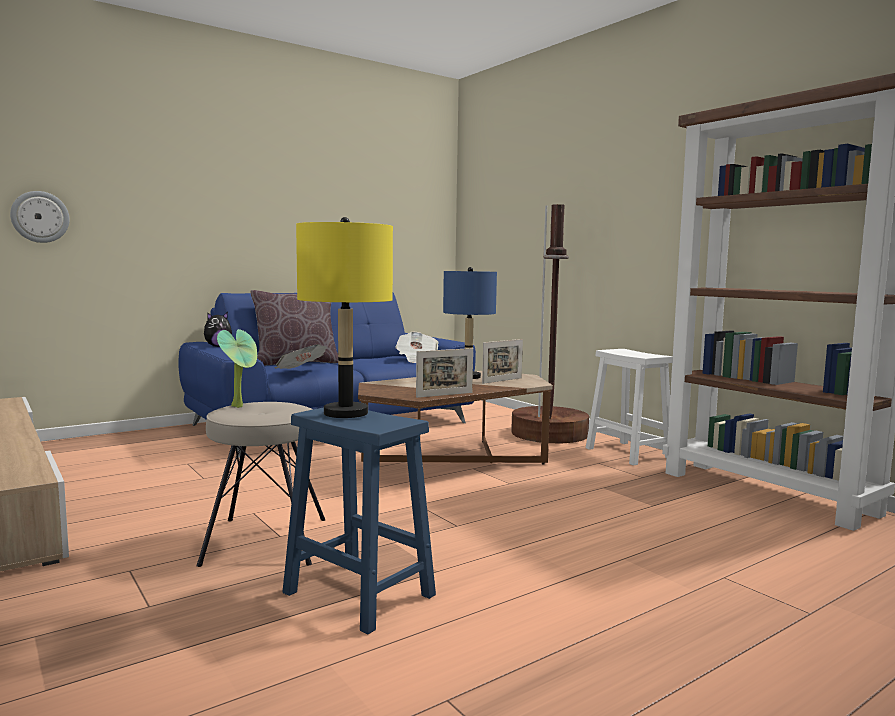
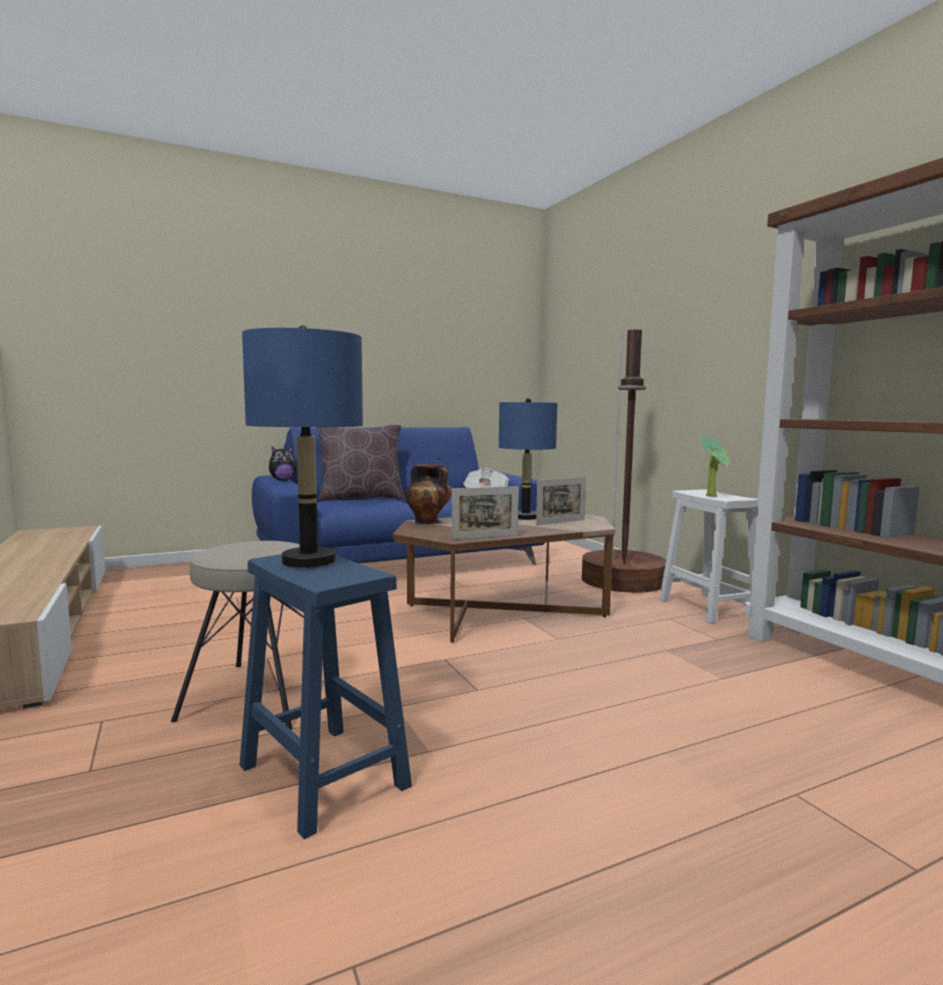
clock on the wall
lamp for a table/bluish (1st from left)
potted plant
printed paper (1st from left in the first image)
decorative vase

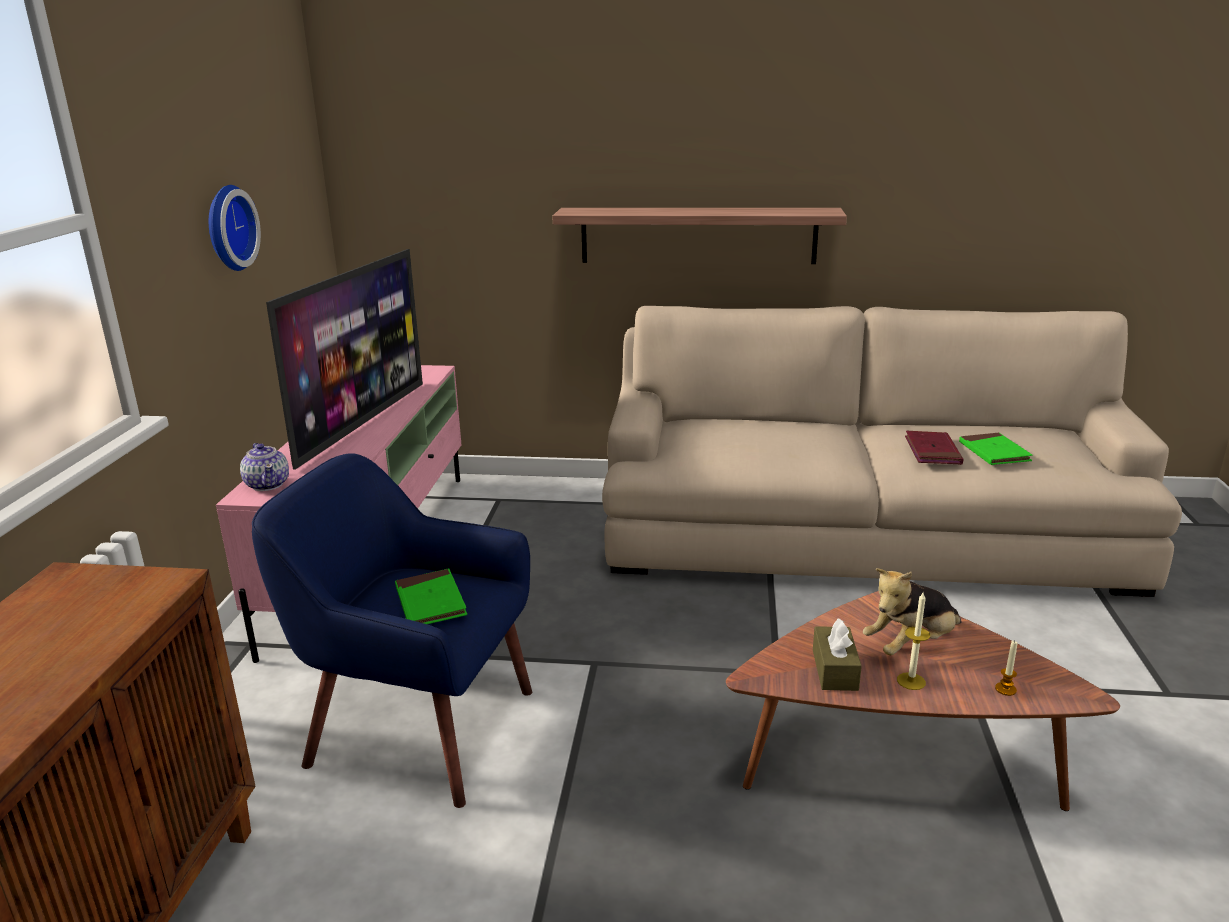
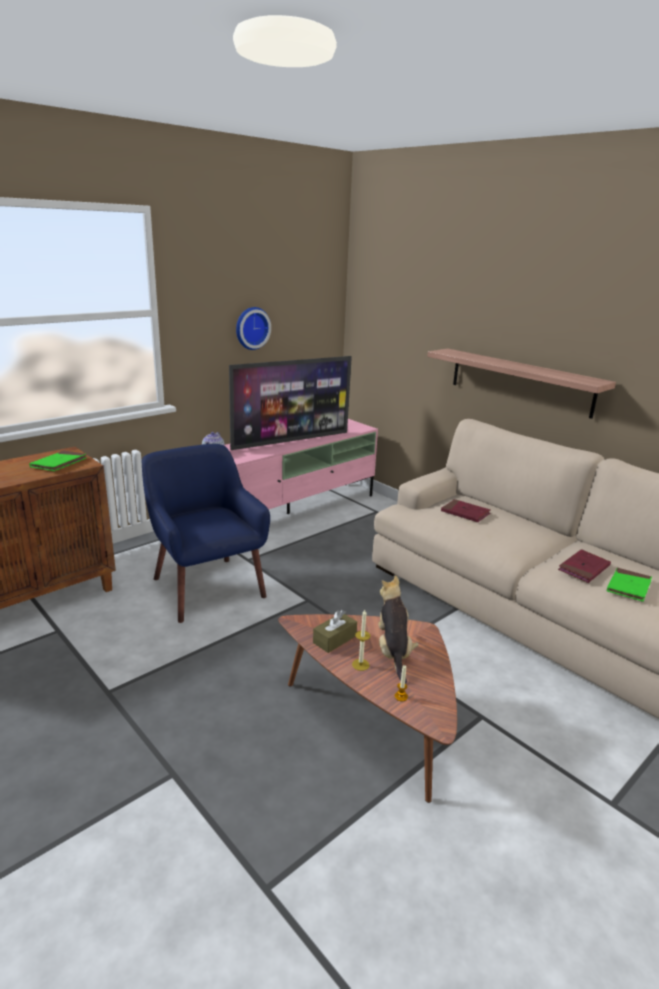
volume/green (1st from left)
cuddly toy
volume/red-coloured (1st from left)

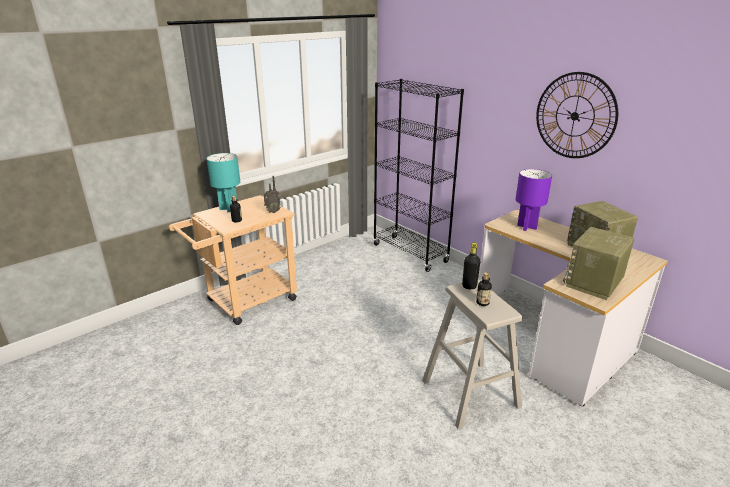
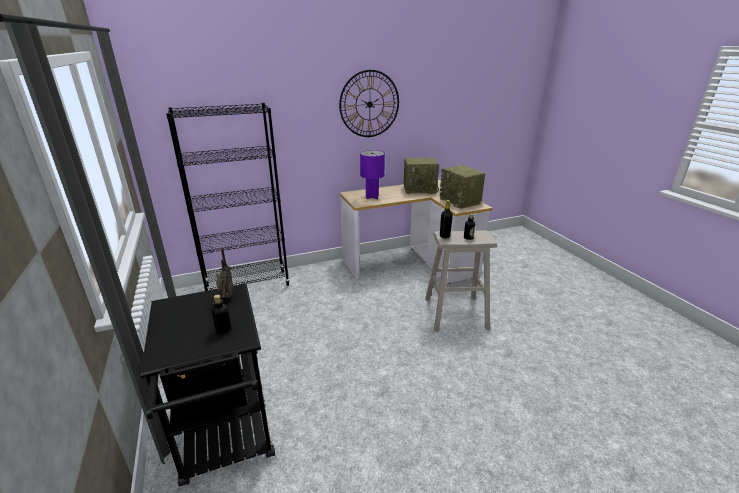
lamp for a table/turquoise
wheeled cart/black

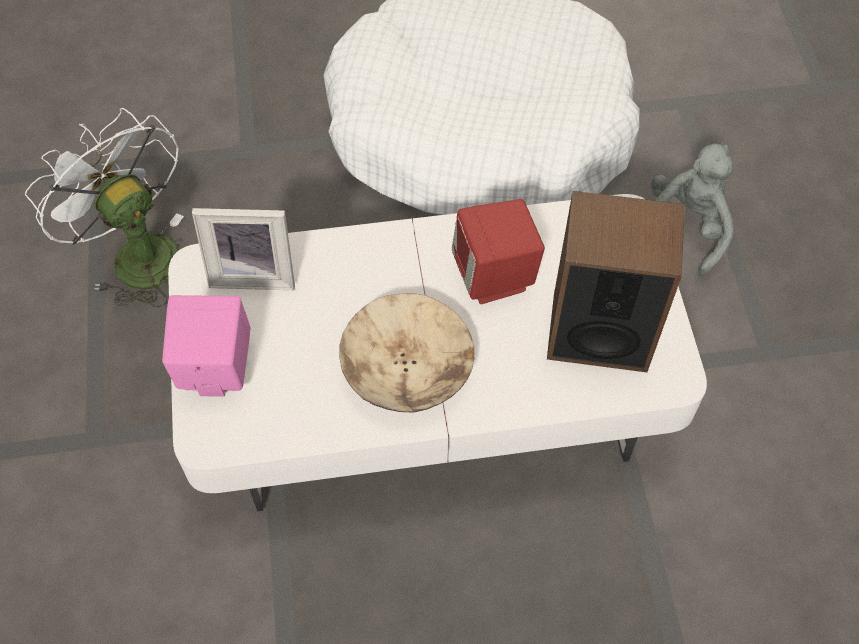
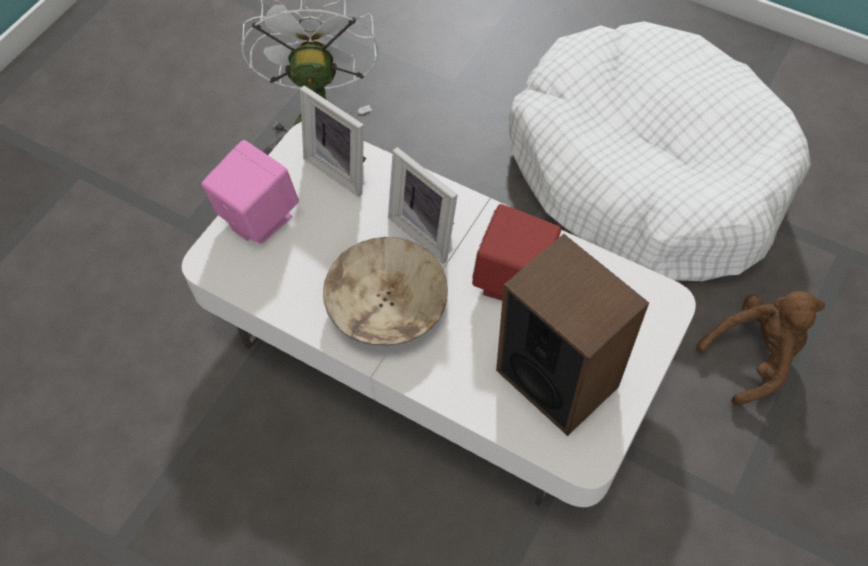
cuddly toy/brownish
standing frame (2nd from left)

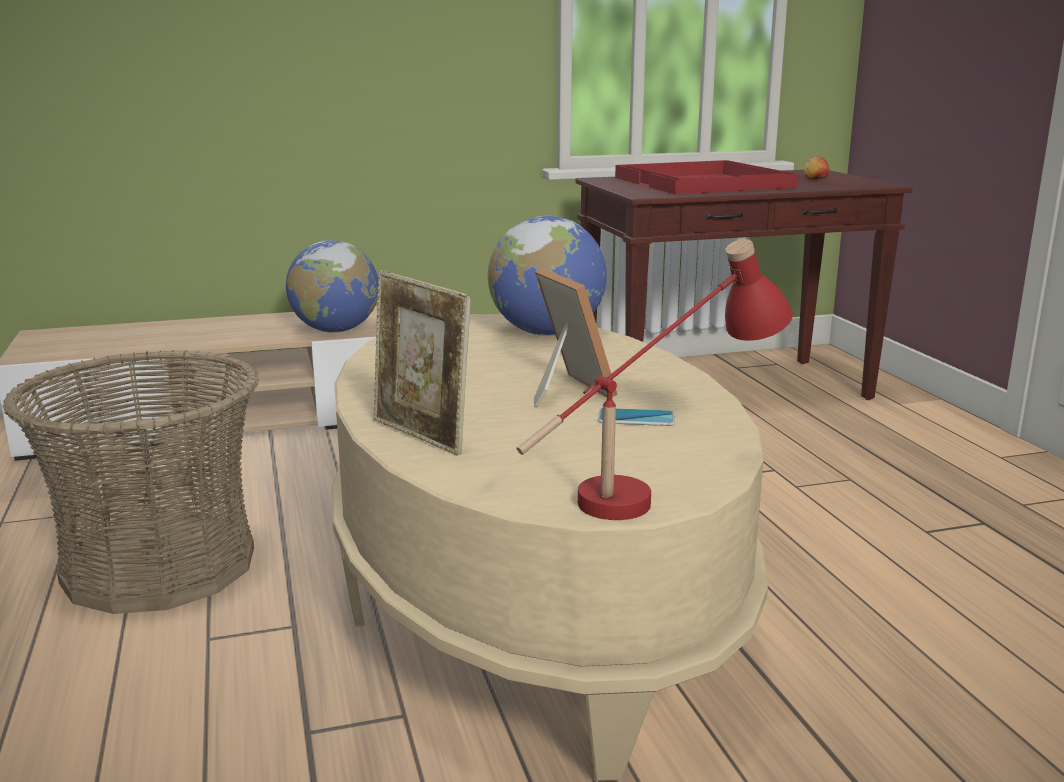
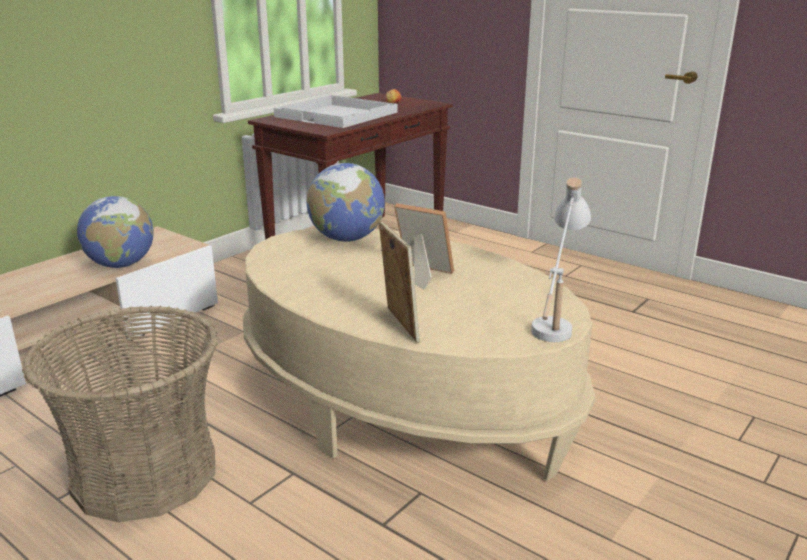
tray/white-coloured
lamp for a table/white-coloured
standing frame (1st from left)
handset

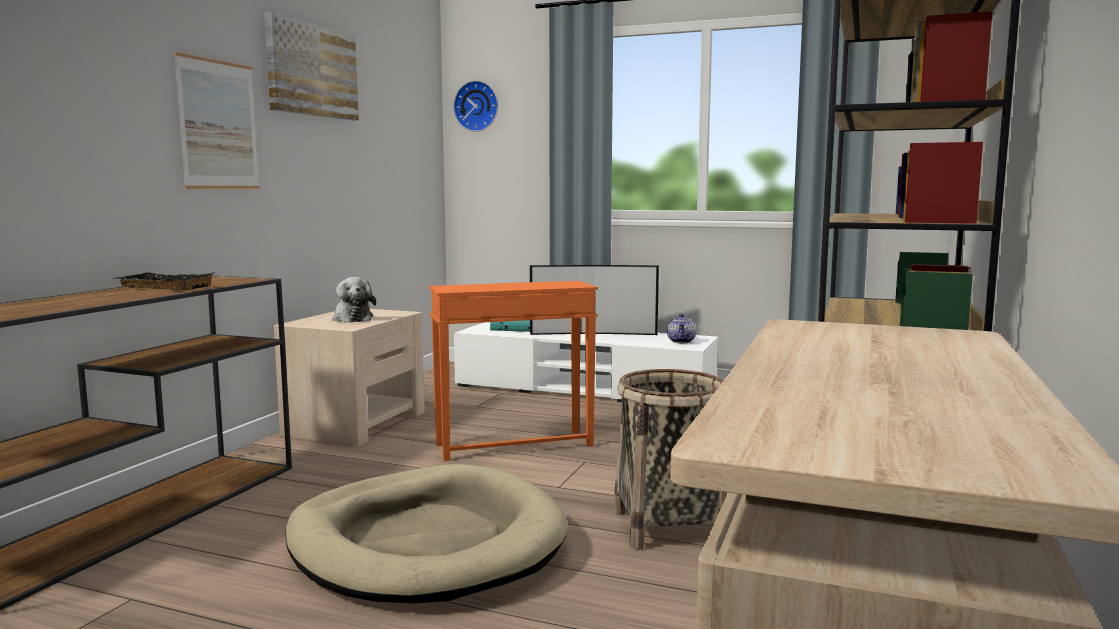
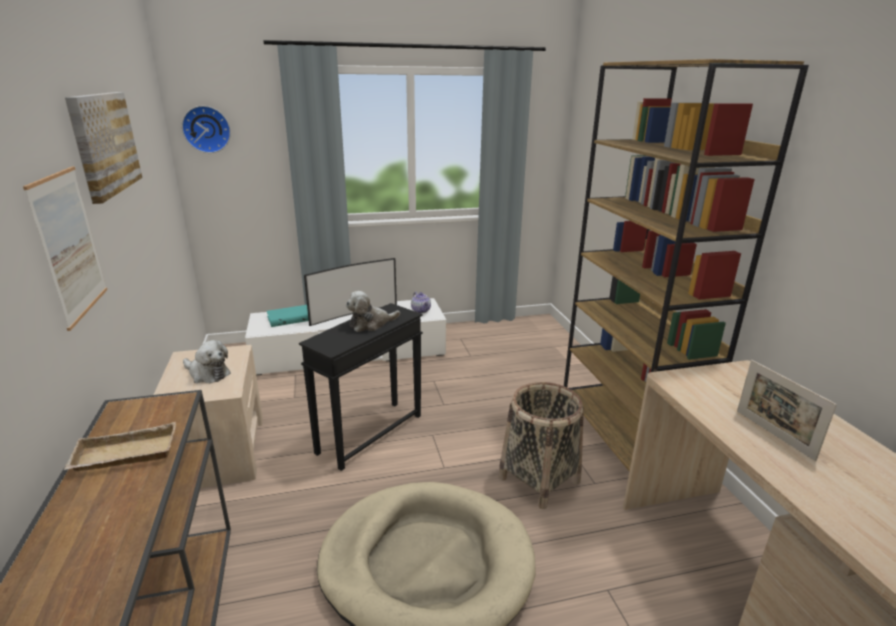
tray/beige
accent table/black
cuddly toy (2nd from left)
standing frame

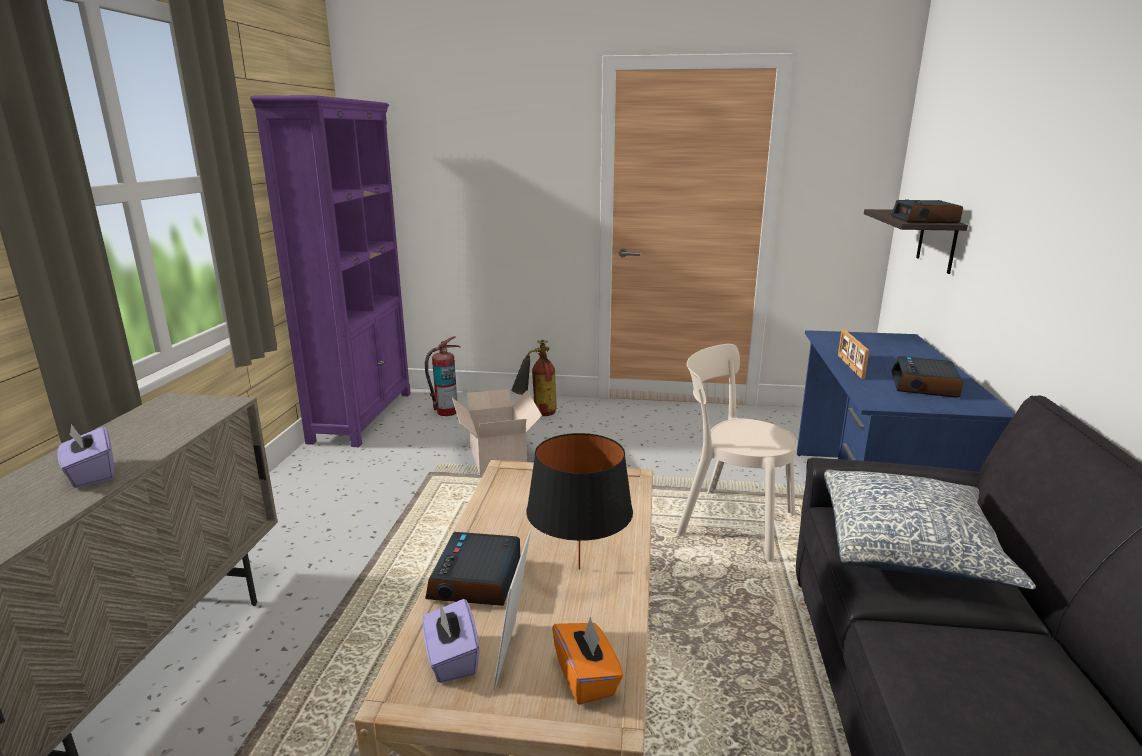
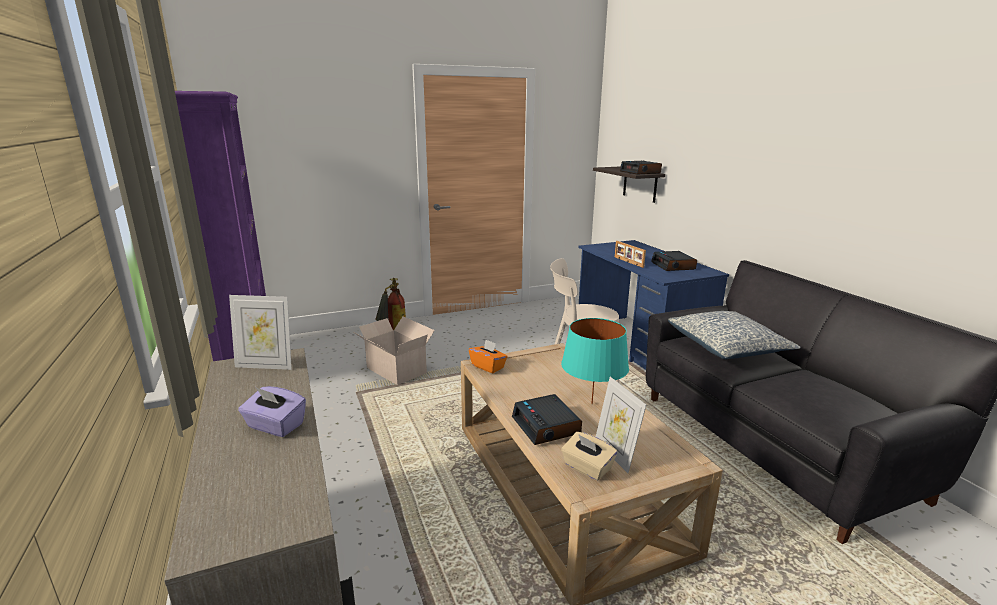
extinguisher (1st from left in the first image)
lamp for a table/turquoise
box of tissues/beige
box of tissues/orange
standing frame (1st from left)

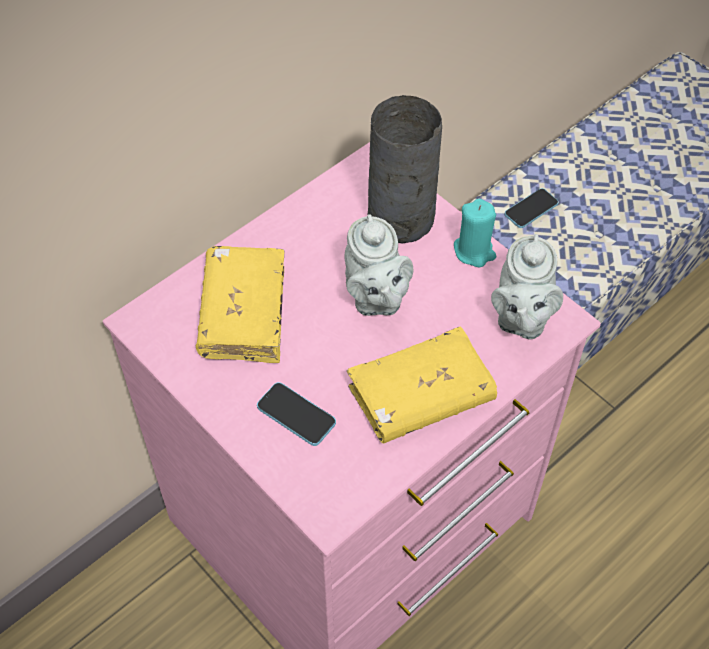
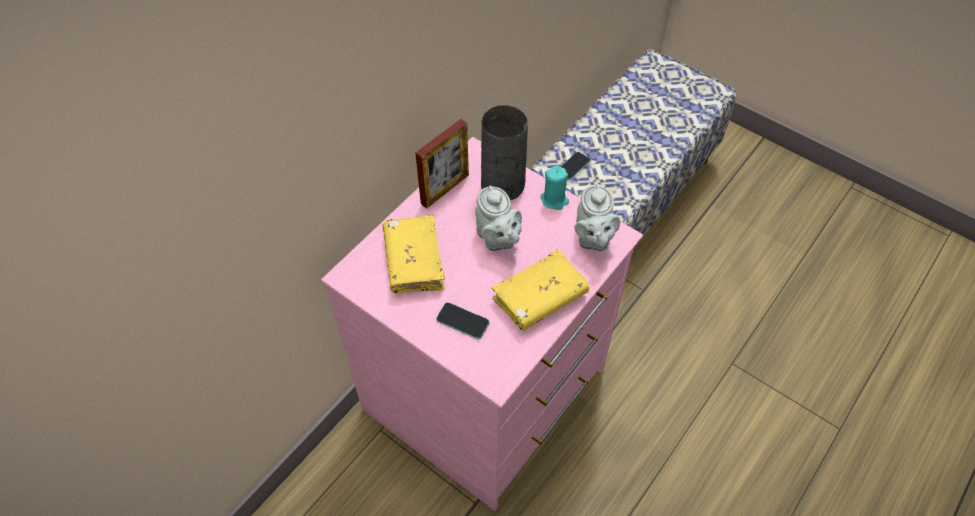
standing frame

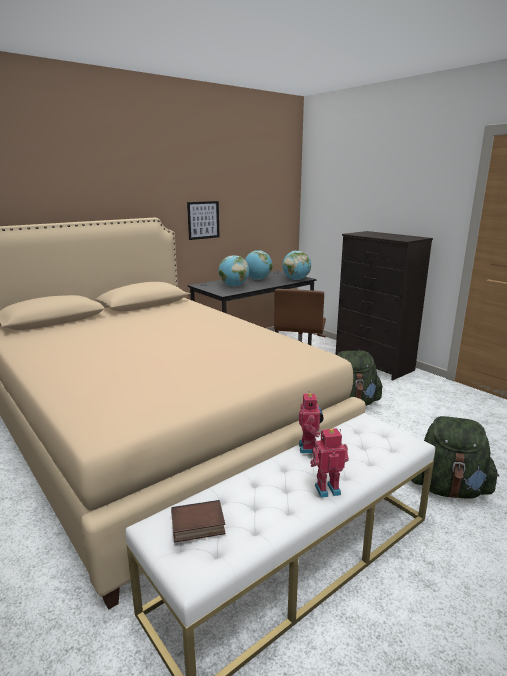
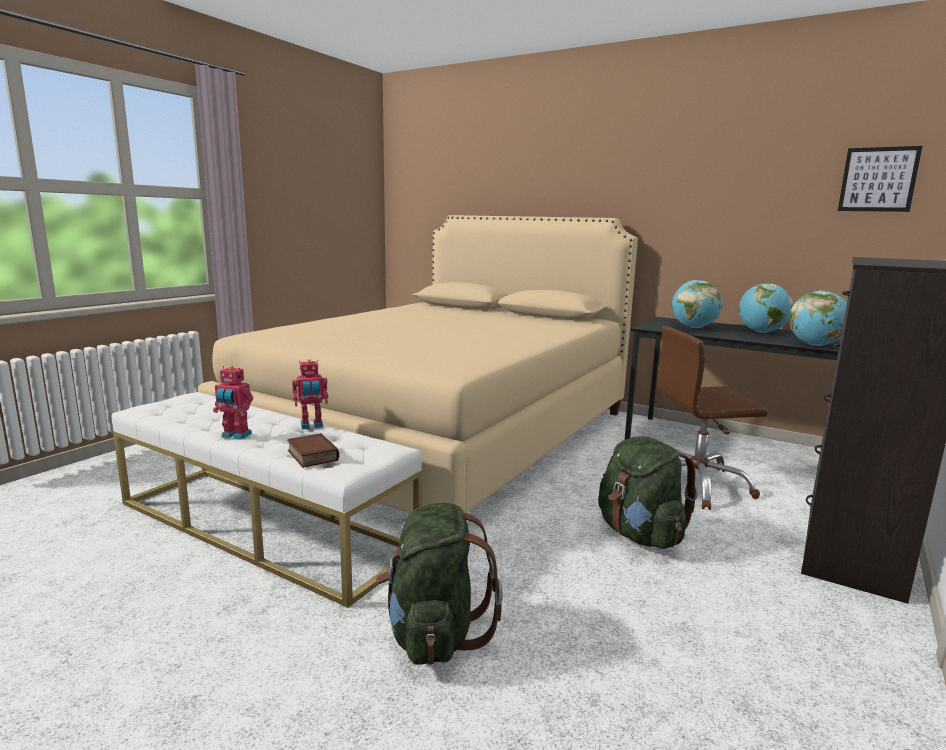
picture
toy robot (1st from left)
volume

